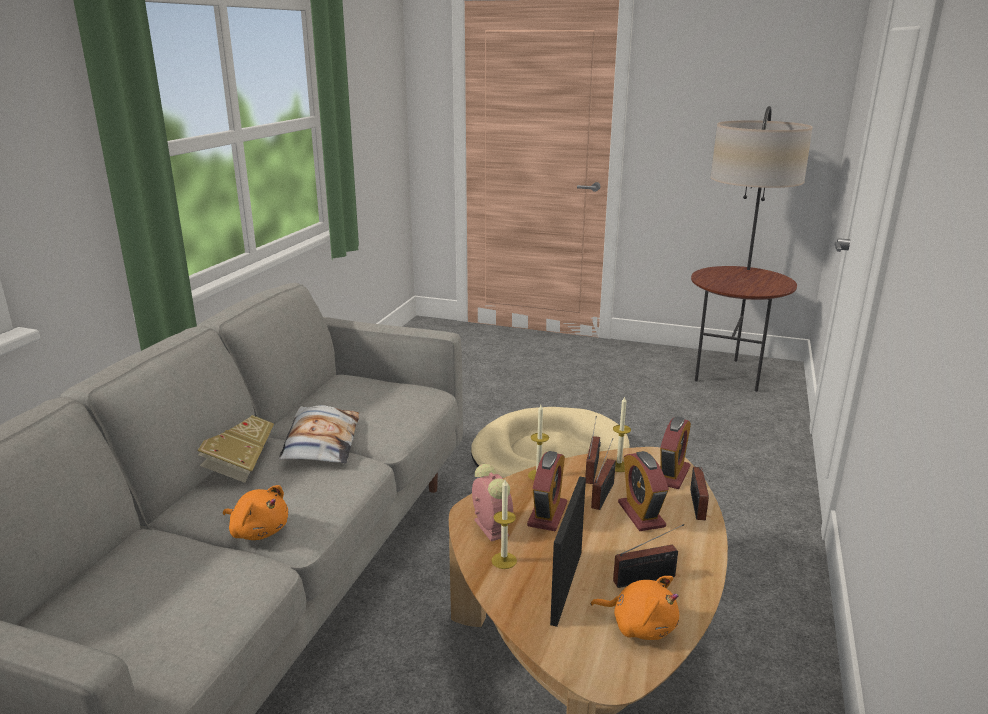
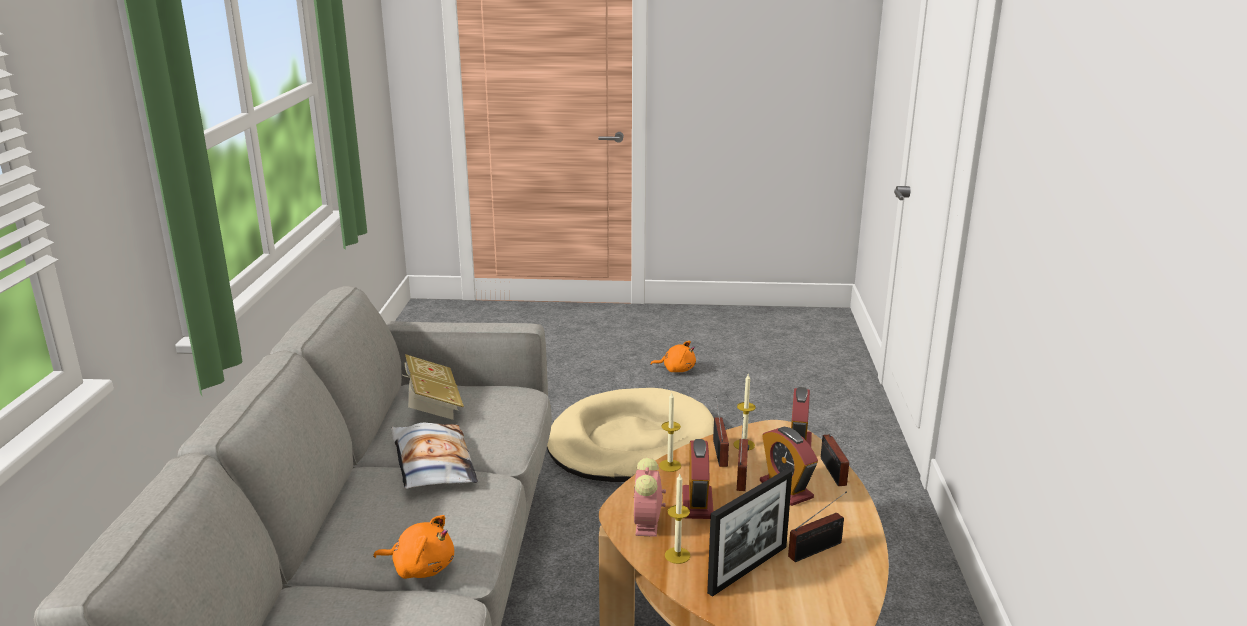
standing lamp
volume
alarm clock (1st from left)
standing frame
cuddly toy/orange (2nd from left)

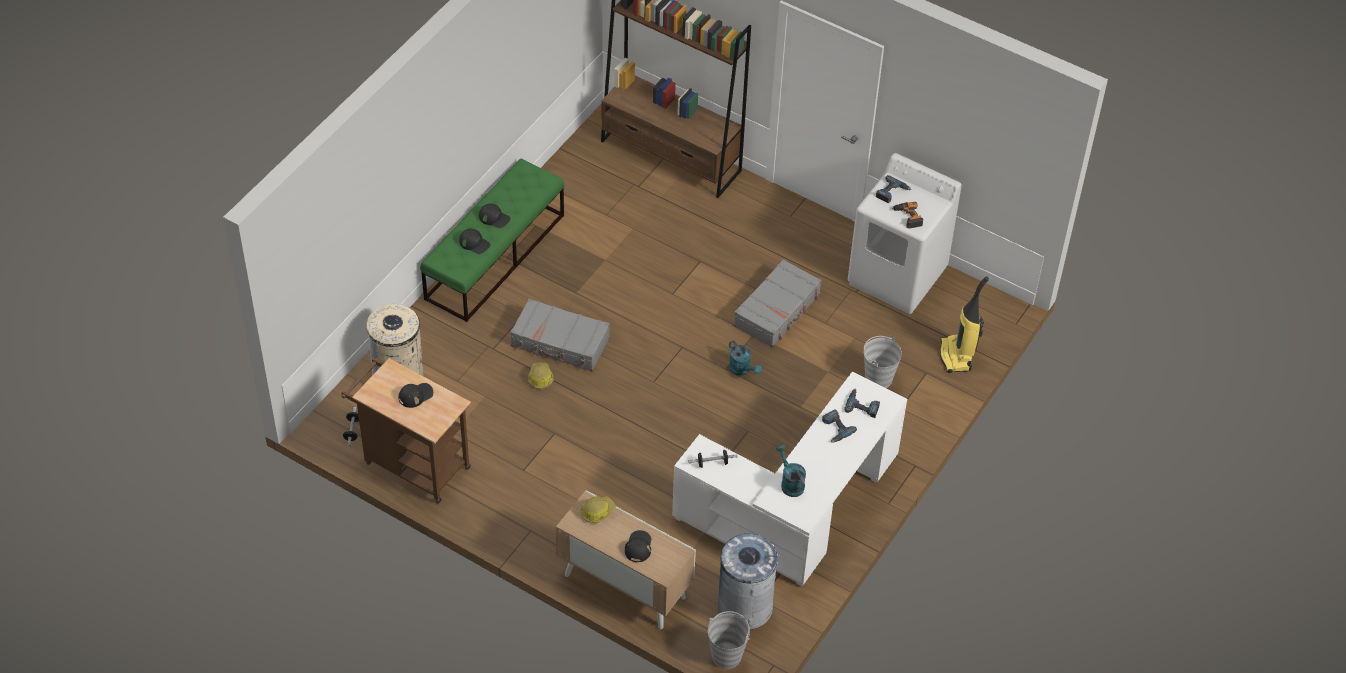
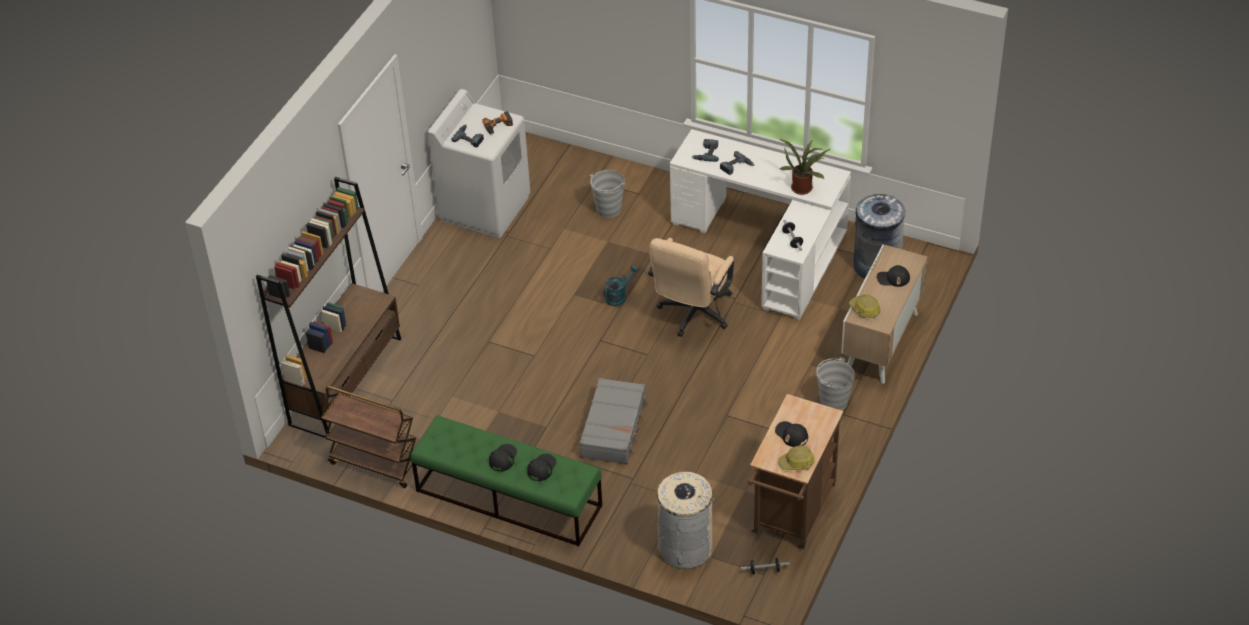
piece of luggage/grey (2nd from left in the first image)
vacuum cleaner
work helmet (1st from left)
potted plant
pail/grey (2nd from left)
desk chair/beige
wheeled cart/brownish (1st from left)

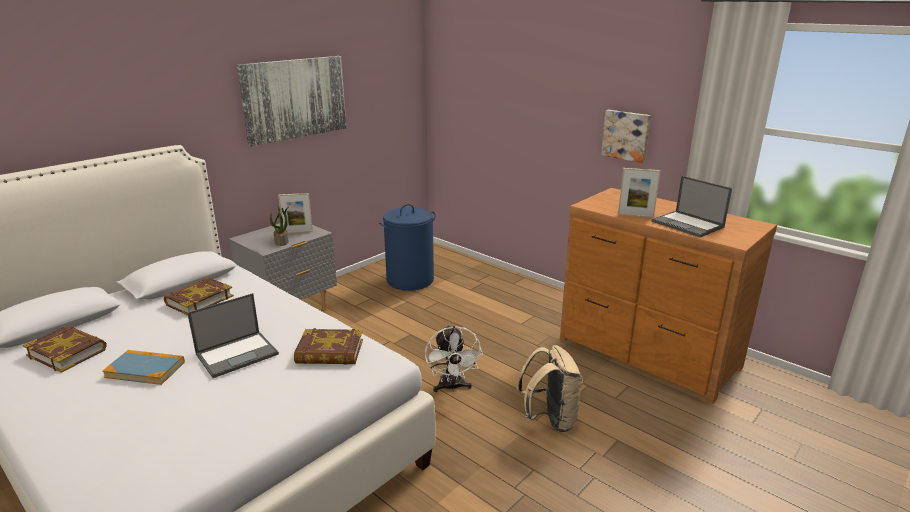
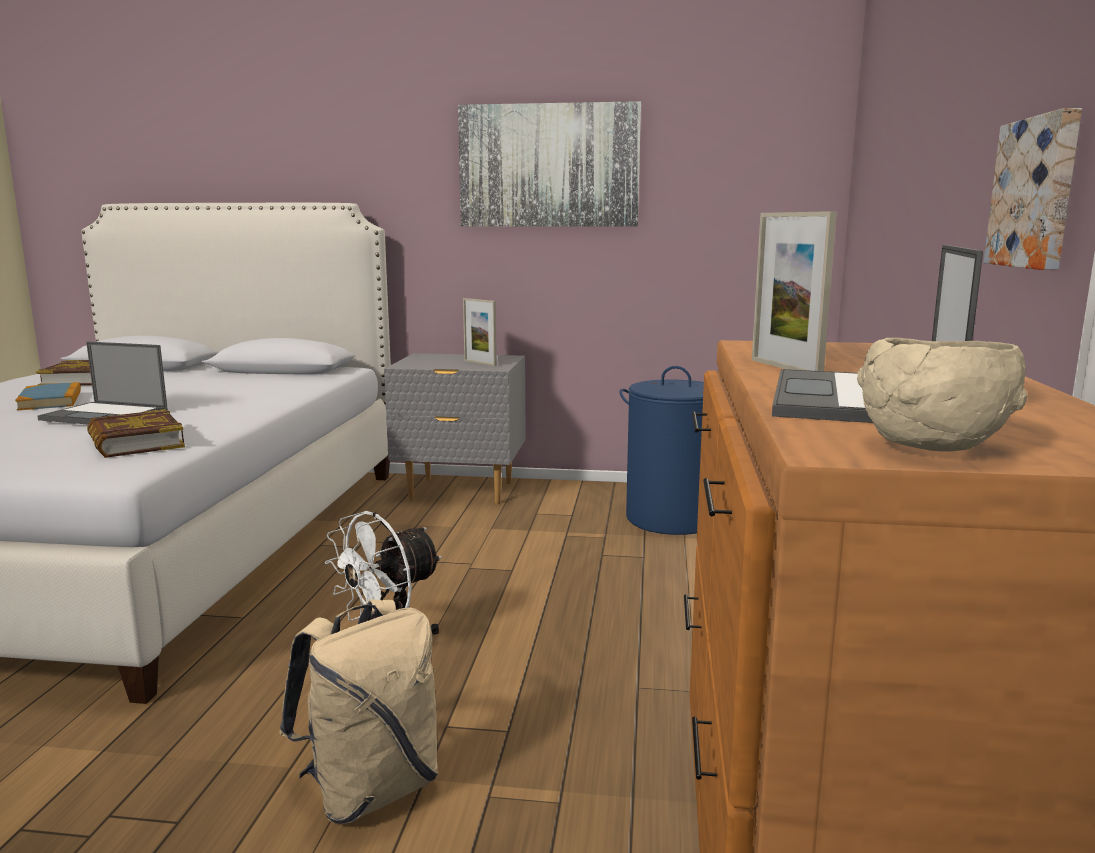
potted plant
volume (3rd from left in the first image)
serving bowl/beige

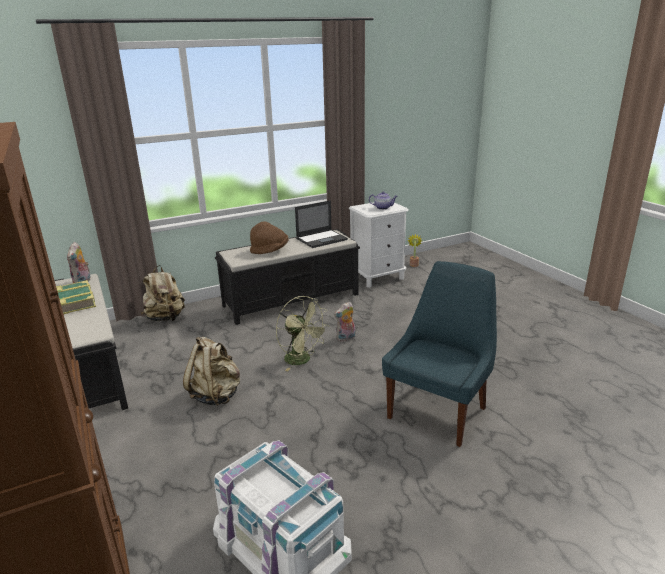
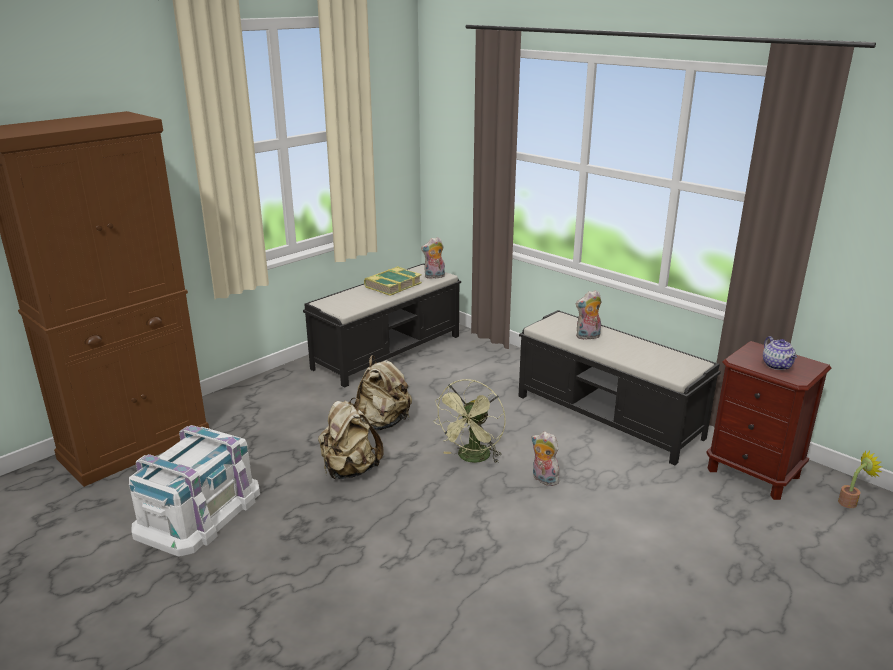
portable computer
nightstand/brownish
cuddly toy (3rd from left)
upright chair/bluish
knapsack/beige (1st from left)

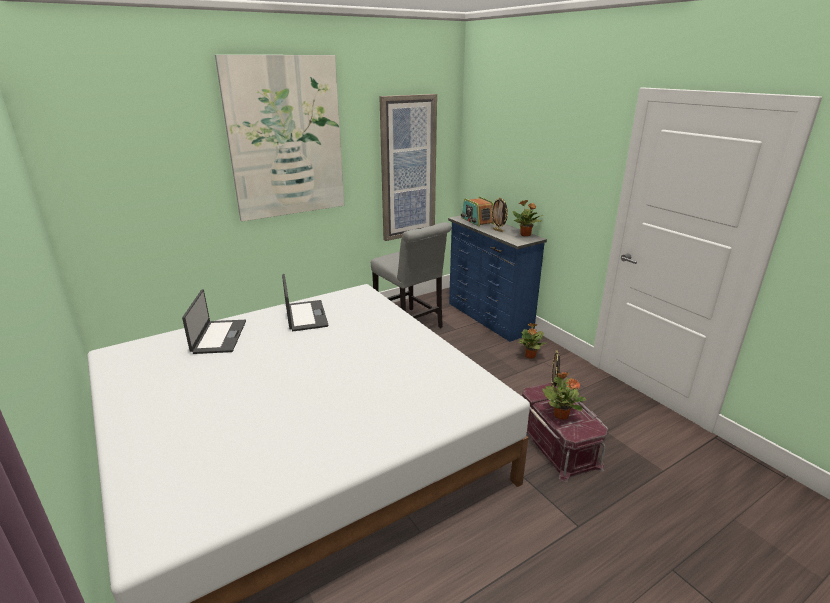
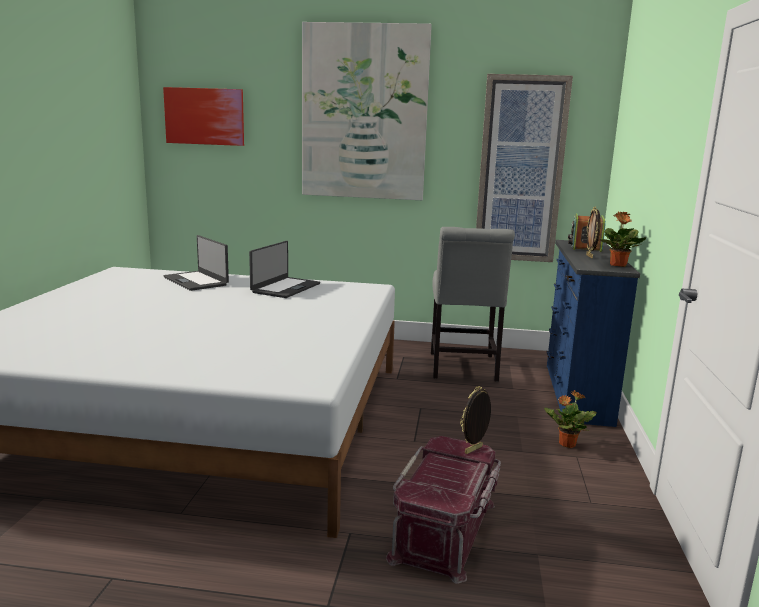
portable computer (1st from left)
potted plant (3rd from left in the first image)
picture (1st from left)

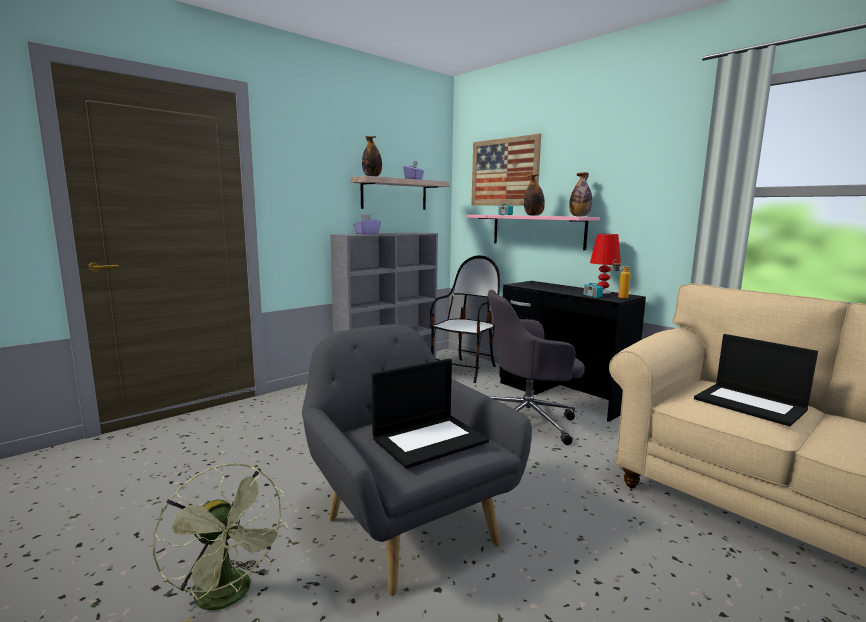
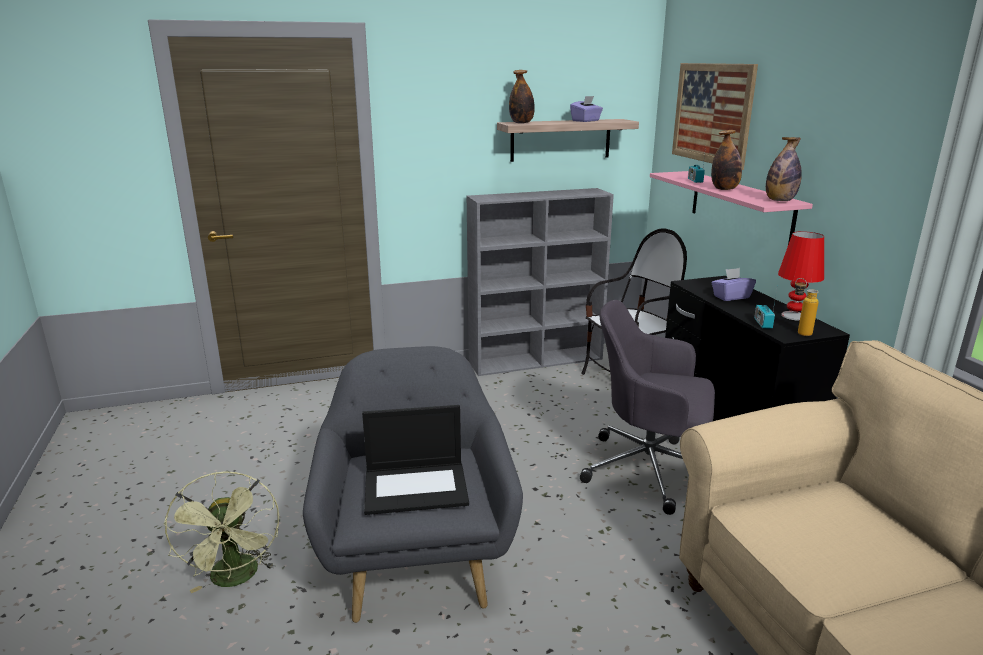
box of tissues/purple-coloured (2nd from left)
portable computer (2nd from left in the first image)

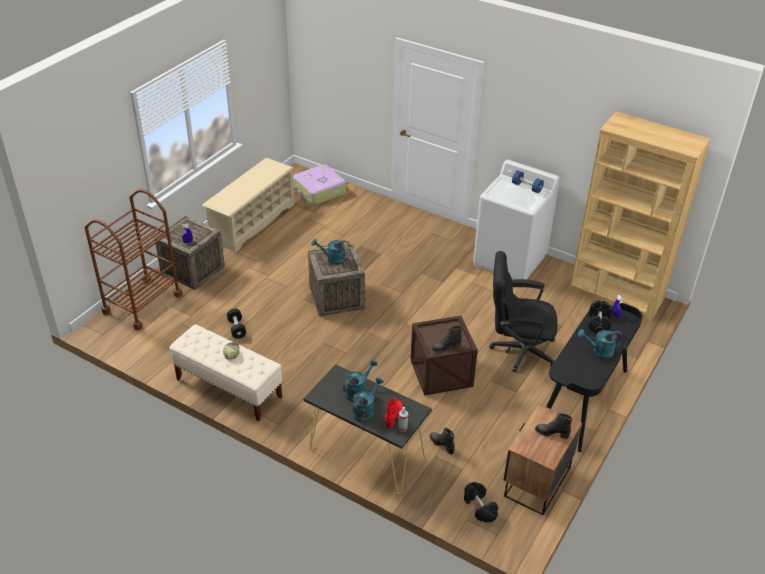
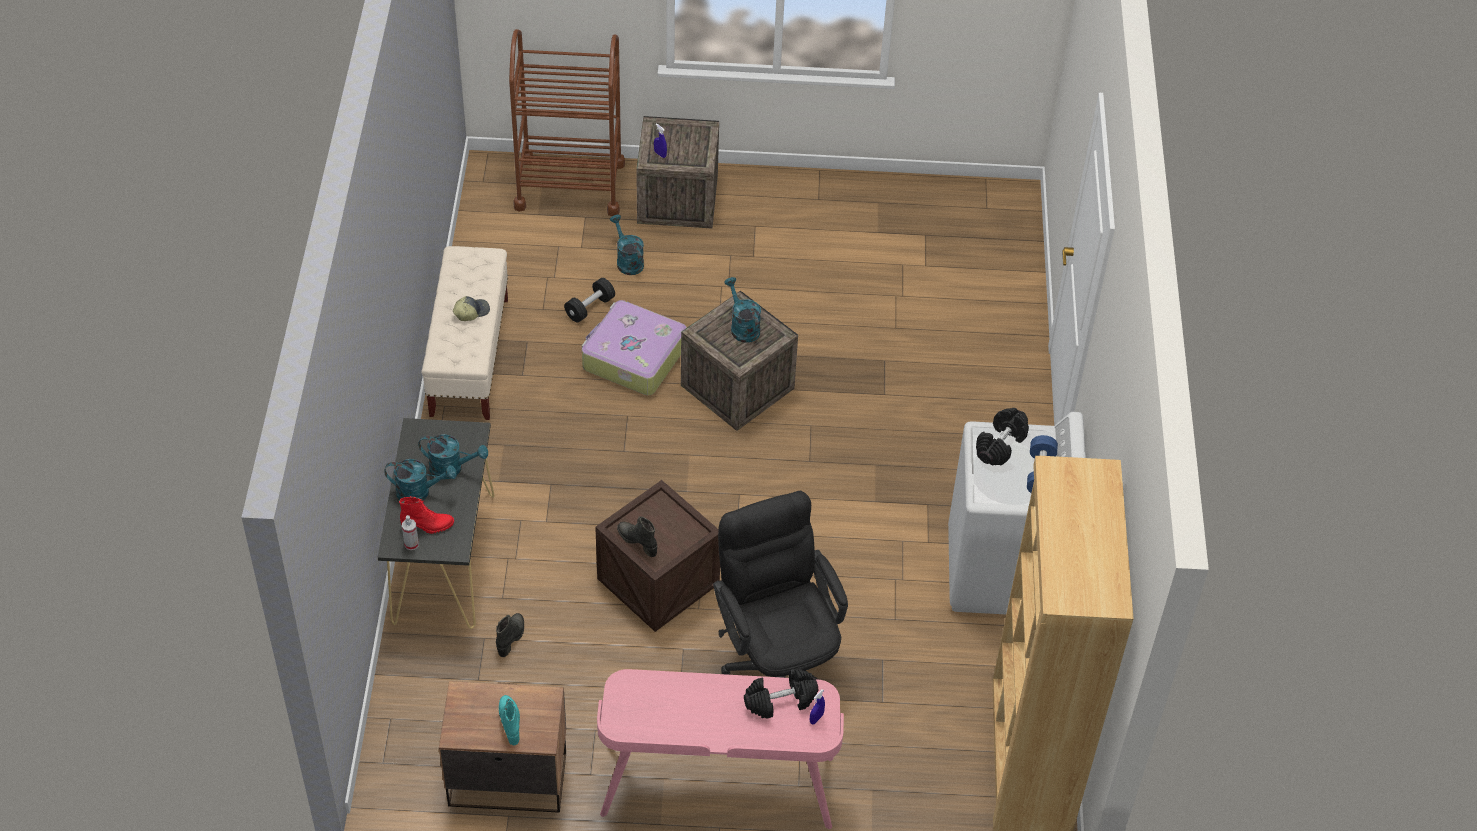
shoe shelf/beige
piece of luggage
desk table/pink-coloured
watering pot/turquoise (3rd from left)
high-top boot/turquoise
free weight/black (3rd from left)

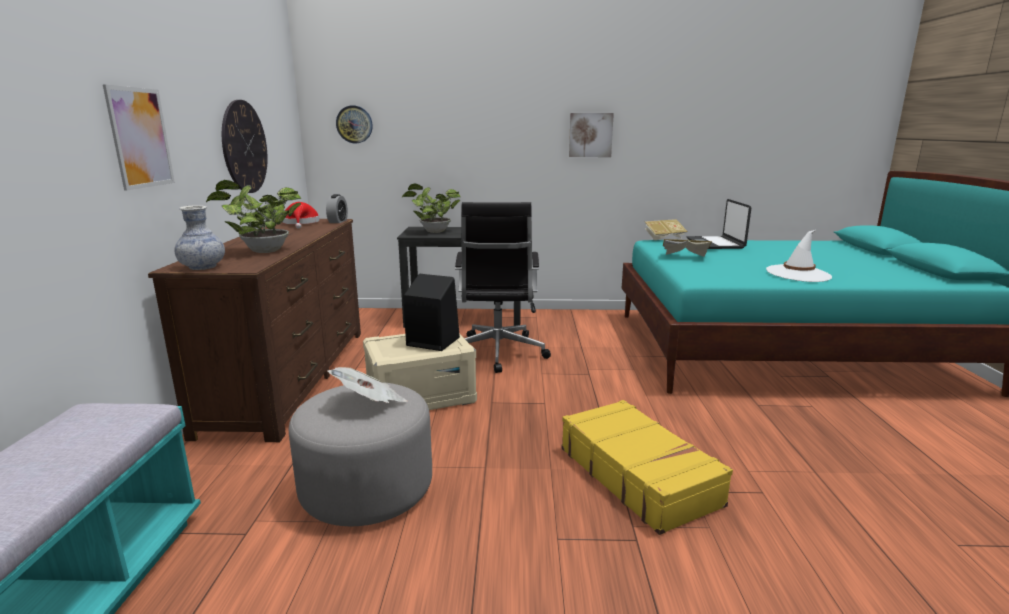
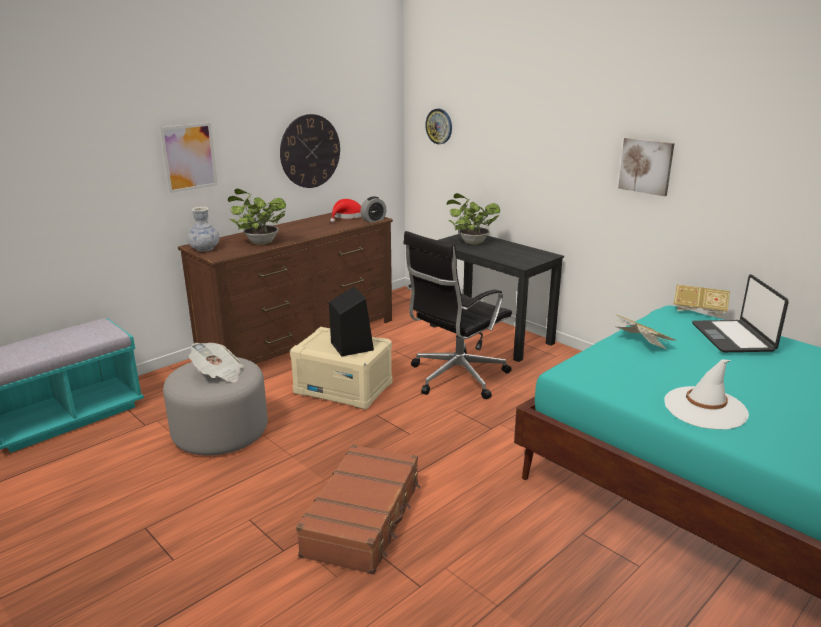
portable computer
piece of luggage/brownish

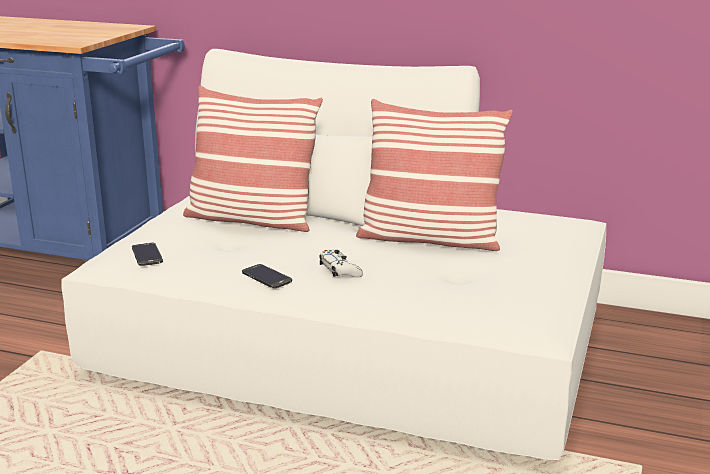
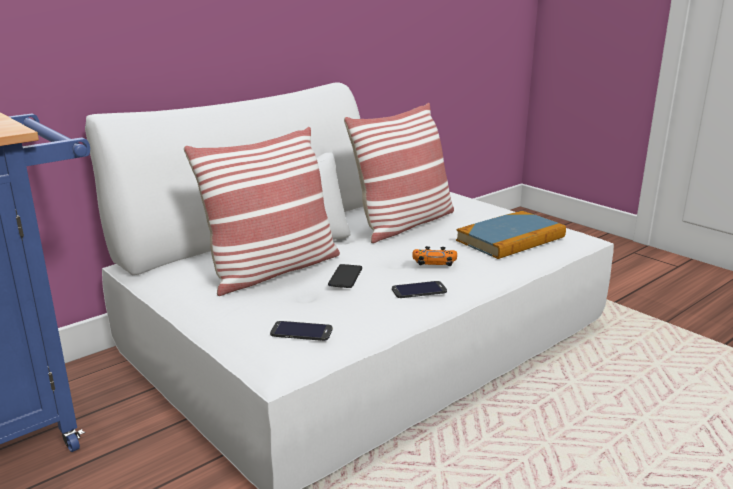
game controller/orange
volume
handset (2nd from left)

